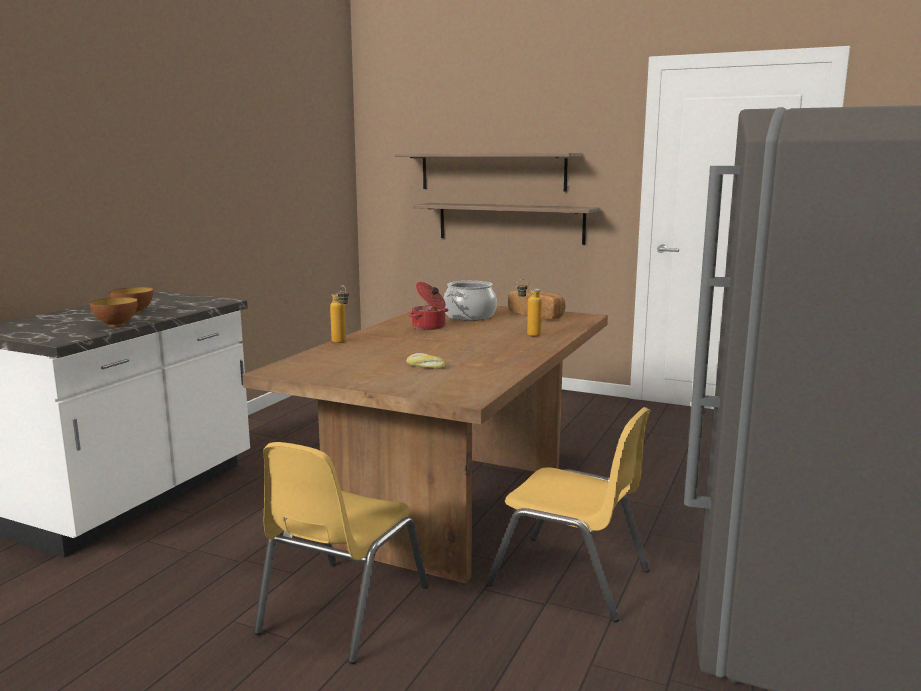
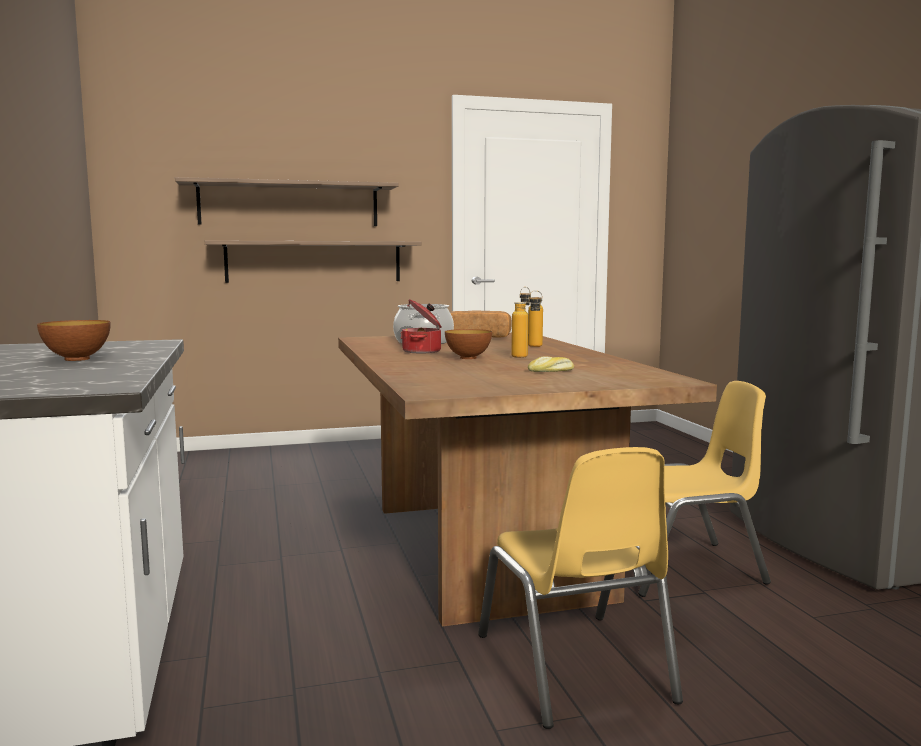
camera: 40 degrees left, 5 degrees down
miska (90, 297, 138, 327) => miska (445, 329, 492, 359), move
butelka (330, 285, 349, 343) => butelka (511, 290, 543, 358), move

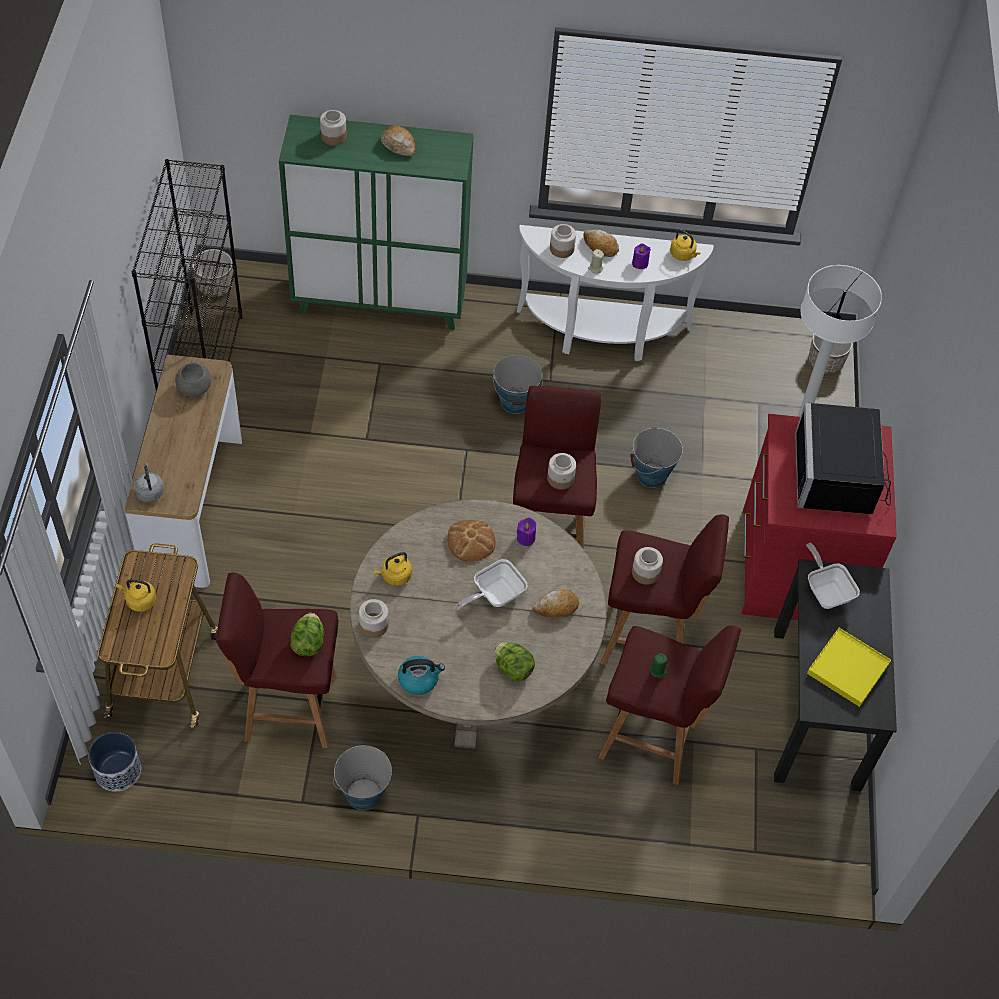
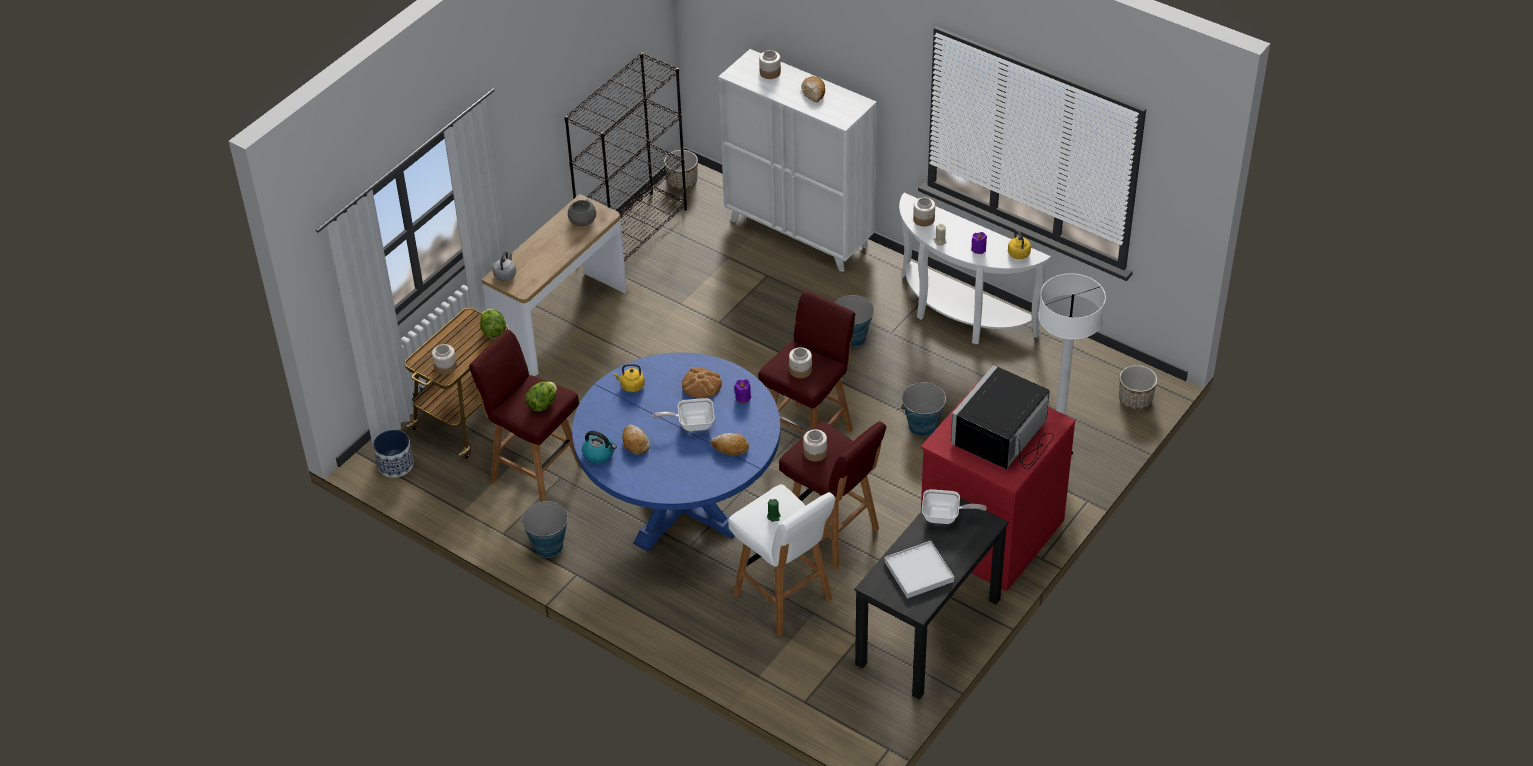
camera: 35 degrees right, 10 degrees down
czajnik [żółty] (116, 579, 156, 612) => nothing
szafka [zielony] (279, 115, 474, 330) => szafka [biały] (718, 49, 877, 272)
stół jadalny [beżowy] (350, 499, 607, 749) => stół jadalny [niebieski] (572, 352, 780, 552)
słoik (359, 599, 388, 638) => słoik (432, 344, 457, 375), move
sałata (494, 642, 535, 682) => sałata (480, 309, 506, 338), move
chleb (583, 229, 619, 257) => chleb (622, 425, 650, 455), move
stołek [czerwony] (599, 625, 741, 785) => stołek [biały] (728, 484, 836, 636)
patelnia (806, 543, 860, 609) => patelnia (922, 489, 987, 524), 90 degrees clockwise
taca [żółty] (807, 628, 891, 707) => taca [biały] (885, 541, 954, 599)

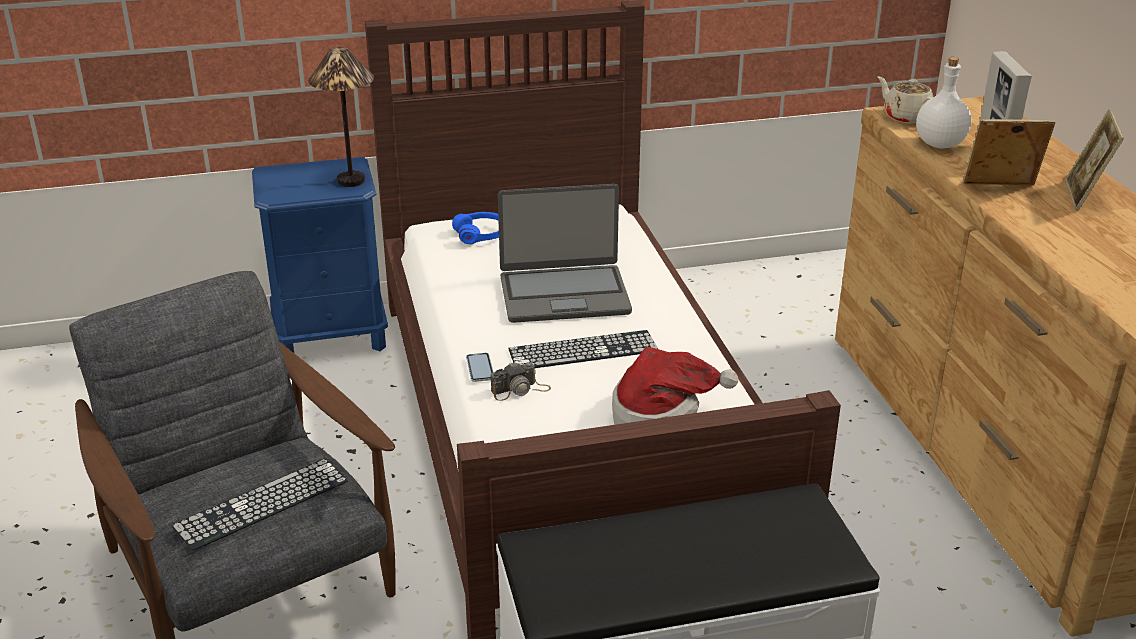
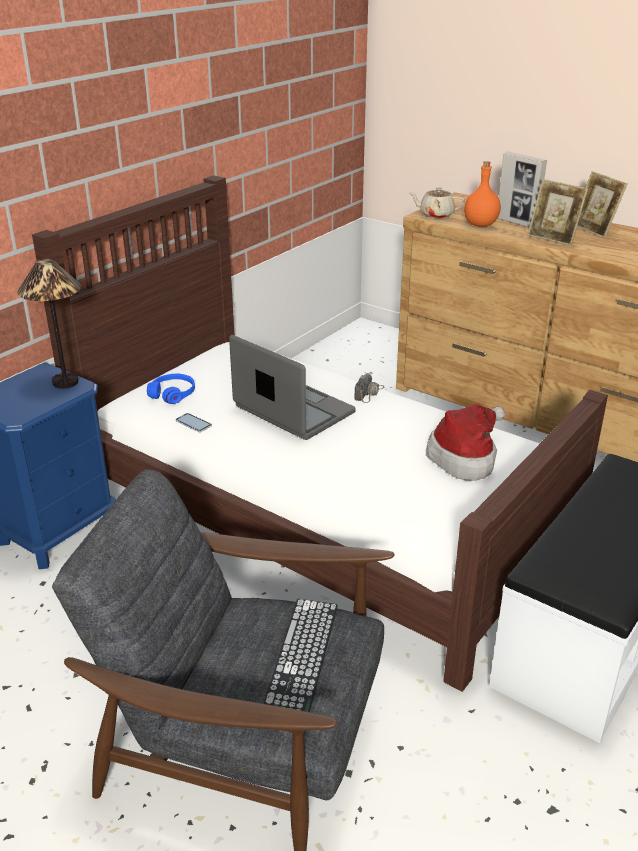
camera: 40 degrees left, 0 degrees up
telefon (466, 353, 493, 382) => telefon (176, 413, 212, 432), move
aparat fotograficzny (491, 362, 551, 401) => aparat fotograficzny (354, 373, 384, 403), move
laptop (498, 184, 632, 323) => laptop (229, 335, 356, 440), 90 degrees counterclockwise
klawiatura (508, 330, 658, 368) => nothing
butelka [biały] (916, 57, 972, 148) => butelka [pomarańczowy] (464, 161, 501, 227)
ramka na zdjęcie (963, 119, 1056, 185) => ramka na zdjęcie (527, 179, 588, 246), 105 degrees counterclockwise

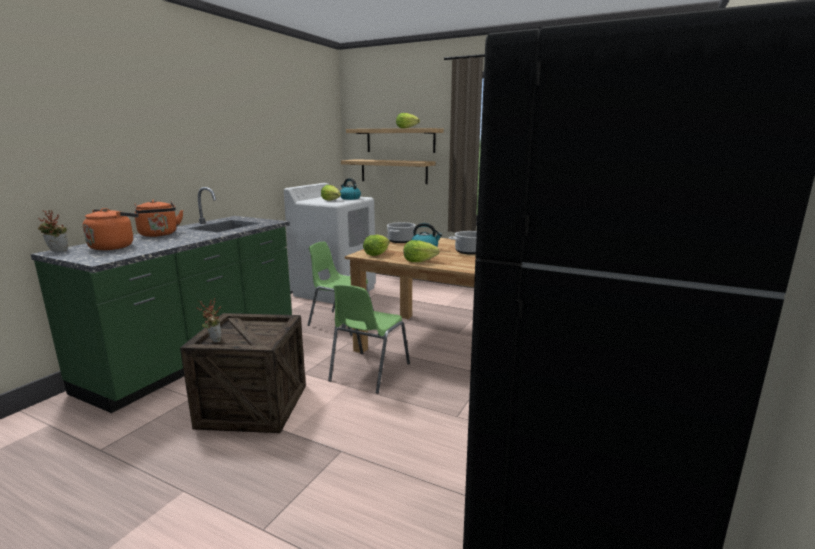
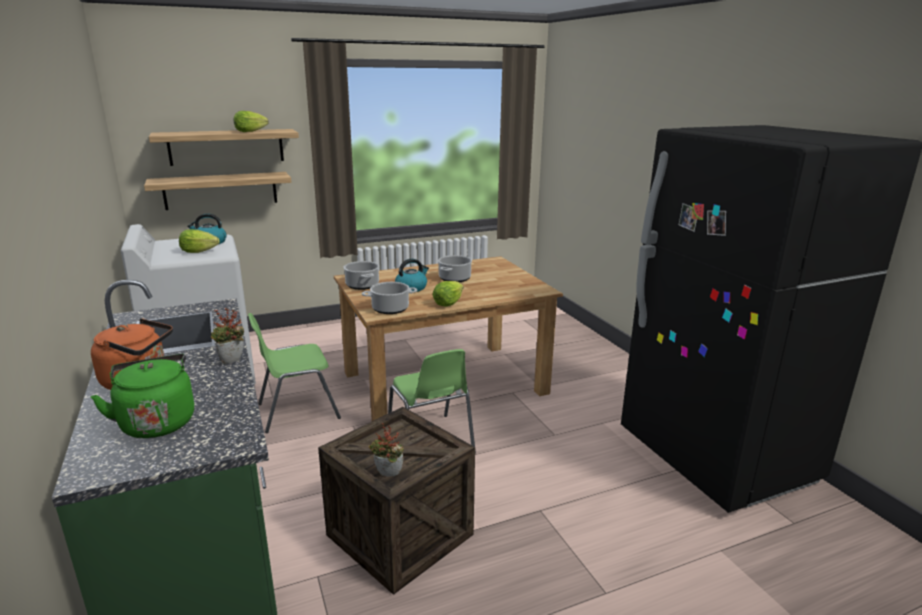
camera: 50 degrees left, 5 degrees up
roślina doniczkowa (38, 210, 68, 252) => roślina doniczkowa (211, 308, 244, 364), move
czajnik [pomarańczowy] (83, 208, 139, 250) => czajnik [zielony] (91, 354, 194, 438)
sałata (363, 235, 390, 256) => garnek (362, 282, 418, 314)

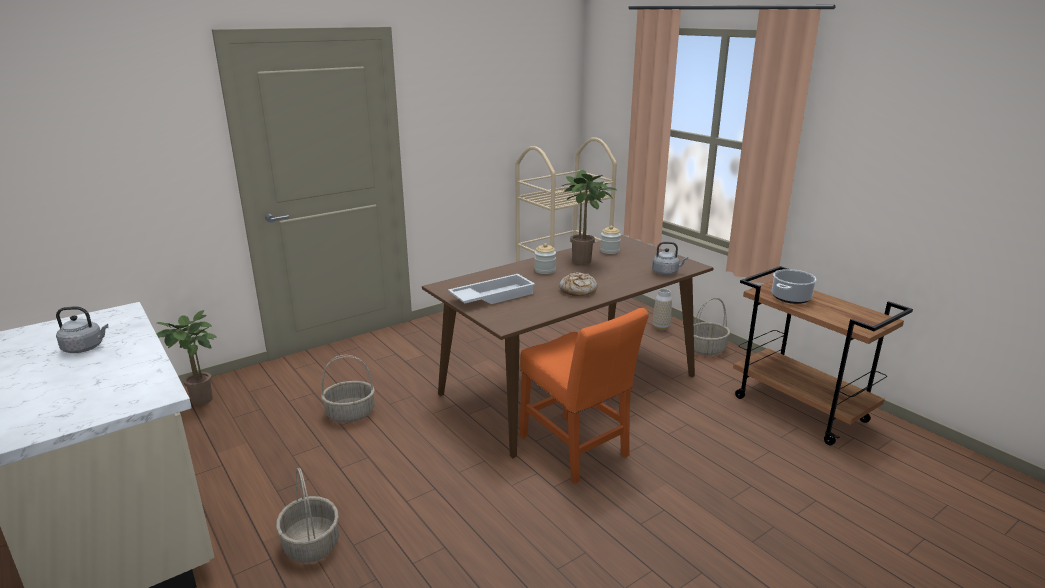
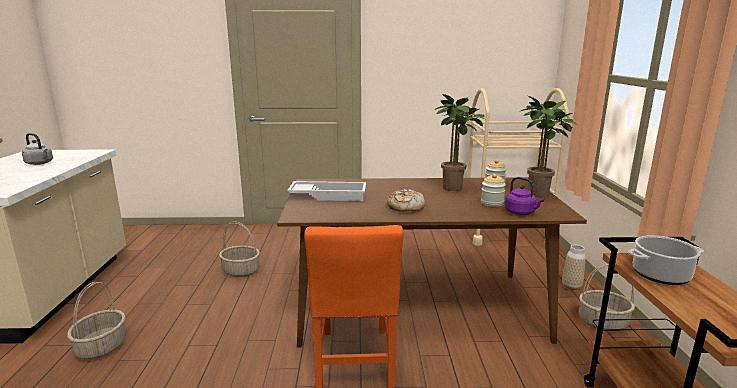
camera: 35 degrees right, 5 degrees down
roślina doniczkowa (157, 310, 217, 405) => roślina doniczkowa (519, 96, 578, 198), move
słoik (535, 243, 556, 274) => słoik (481, 174, 506, 207), move
czajnik [szary] (652, 242, 688, 275) => czajnik [fioletowy] (505, 177, 545, 215)

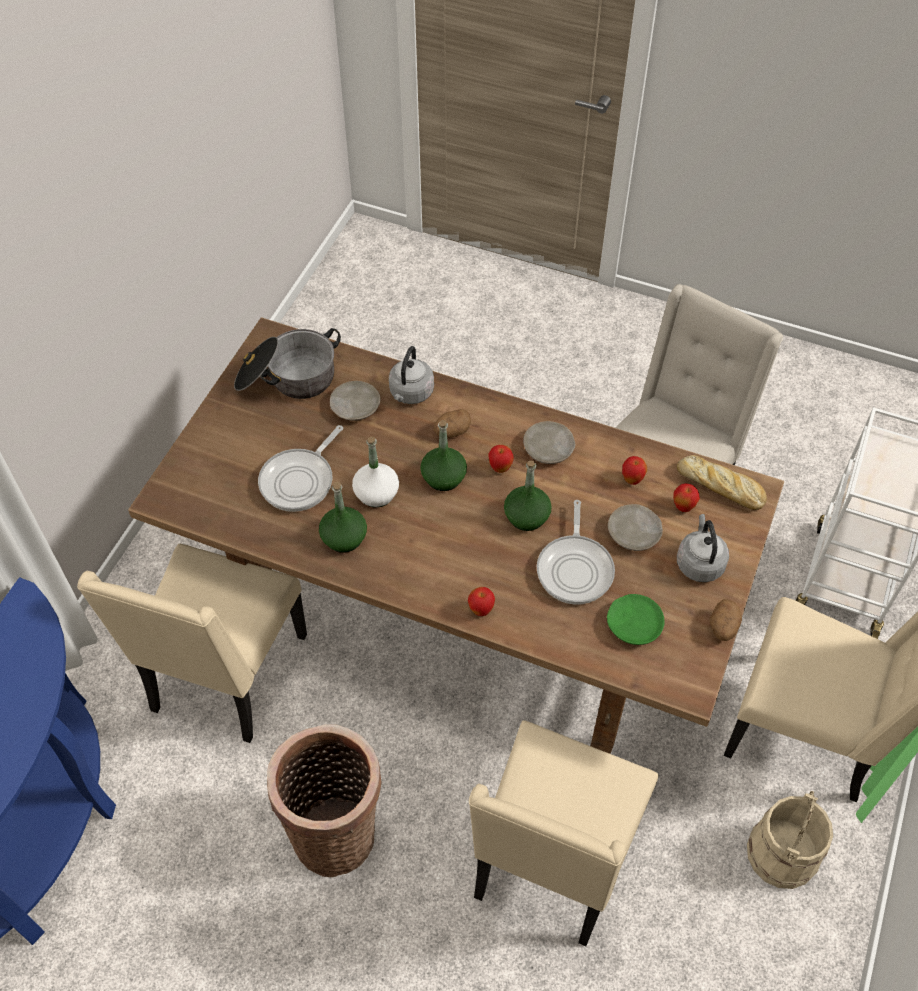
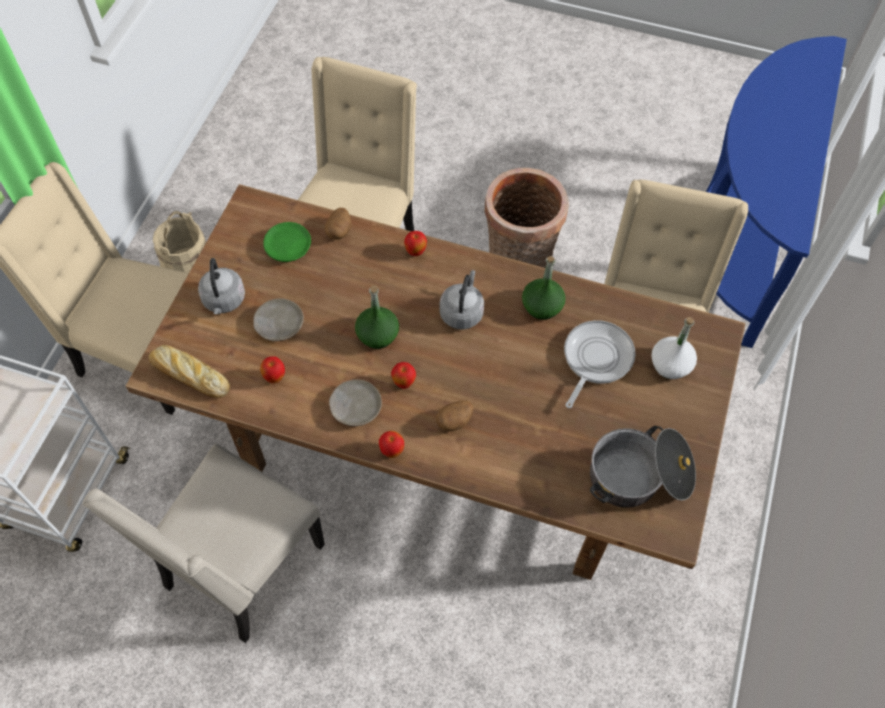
camera: 175 degrees right, 5 degrees up
talerz [beżowy] (330, 381, 380, 421) => nothing
butelka [biały] (352, 437, 399, 507) => butelka [biały] (651, 317, 697, 379), move
czajnik [szary] (389, 346, 434, 404) => czajnik [szary] (439, 270, 484, 330), move
butelka [zielony] (420, 420, 467, 491) => nothing
patelnia (537, 500, 615, 605) => nothing
jabłko (673, 483, 700, 512) => jabłko (379, 431, 404, 458), move
ziemniak (709, 599, 742, 641) => ziemniak (325, 207, 352, 240), move

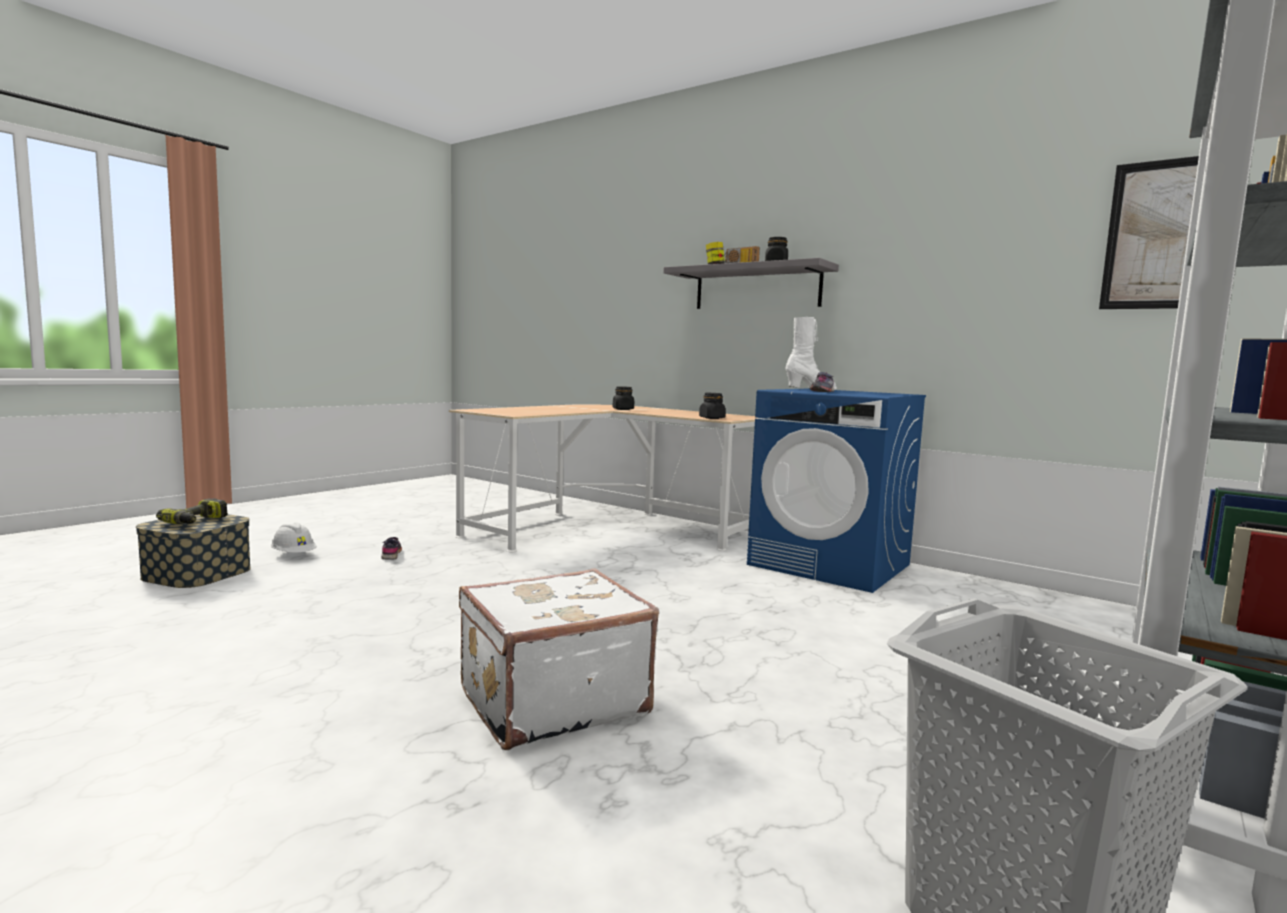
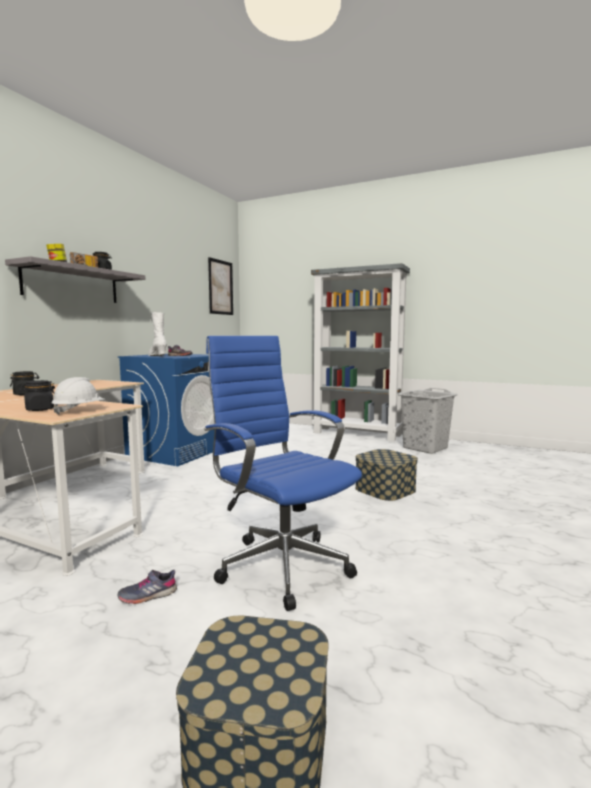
camera: 100 degrees left, 0 degrees up
wiertarka (156, 498, 228, 524) => nothing
kask [biały] (271, 523, 317, 553) => kask [biały] (51, 377, 105, 415), move
walizka [biały] (459, 568, 659, 750) => pojemnik do przechowywania (355, 449, 418, 501)
słoik [czarny] (699, 393, 726, 419) => słoik [czarny] (19, 380, 55, 411), move
nothing => krzesło biurowe [niebieski] (204, 336, 362, 611)

